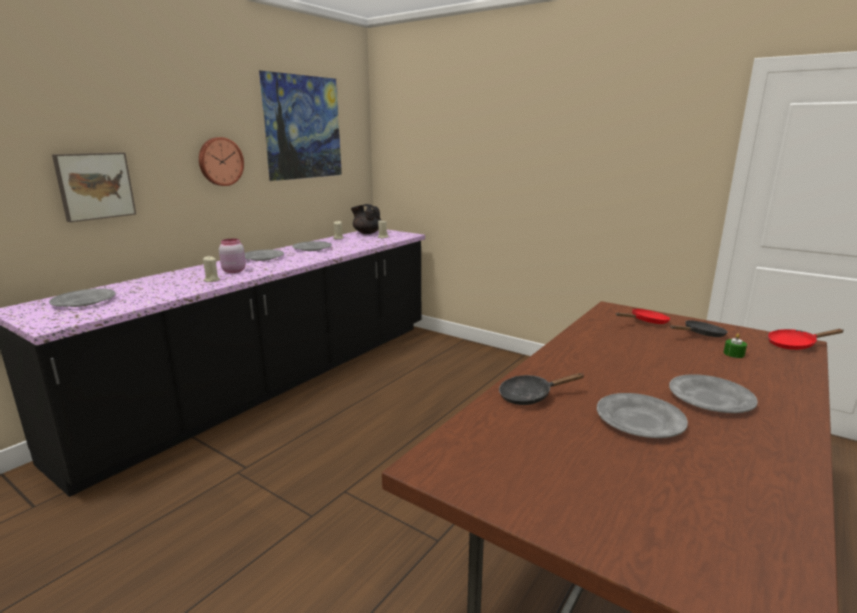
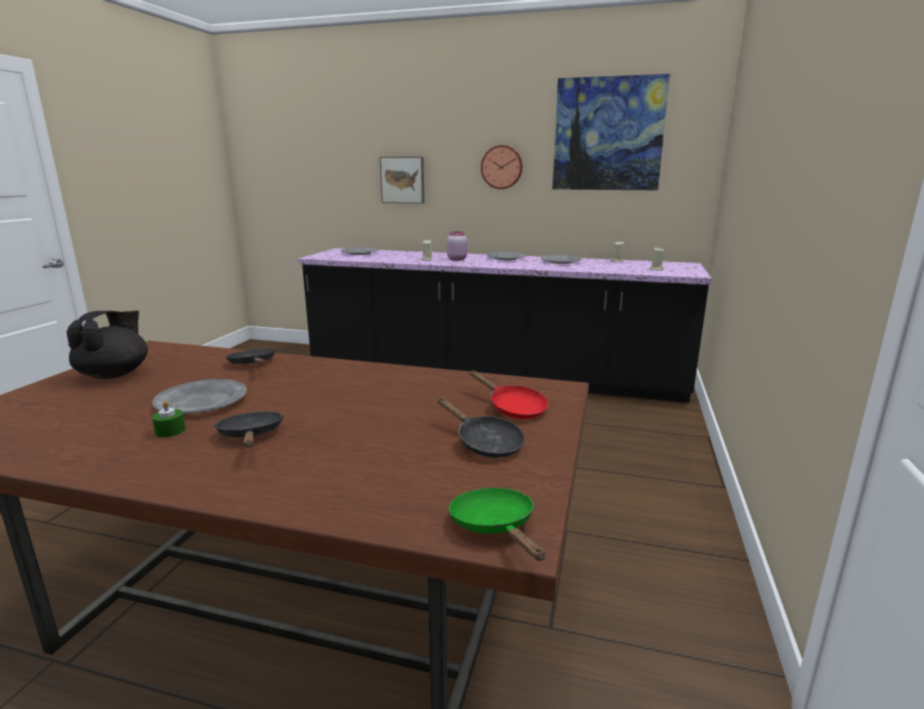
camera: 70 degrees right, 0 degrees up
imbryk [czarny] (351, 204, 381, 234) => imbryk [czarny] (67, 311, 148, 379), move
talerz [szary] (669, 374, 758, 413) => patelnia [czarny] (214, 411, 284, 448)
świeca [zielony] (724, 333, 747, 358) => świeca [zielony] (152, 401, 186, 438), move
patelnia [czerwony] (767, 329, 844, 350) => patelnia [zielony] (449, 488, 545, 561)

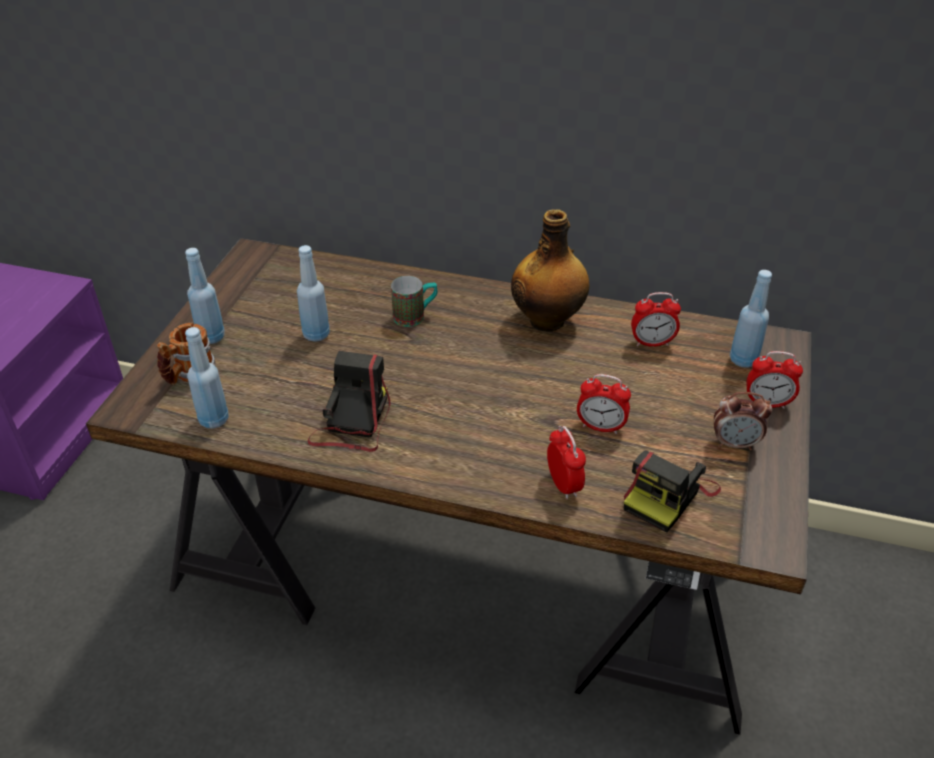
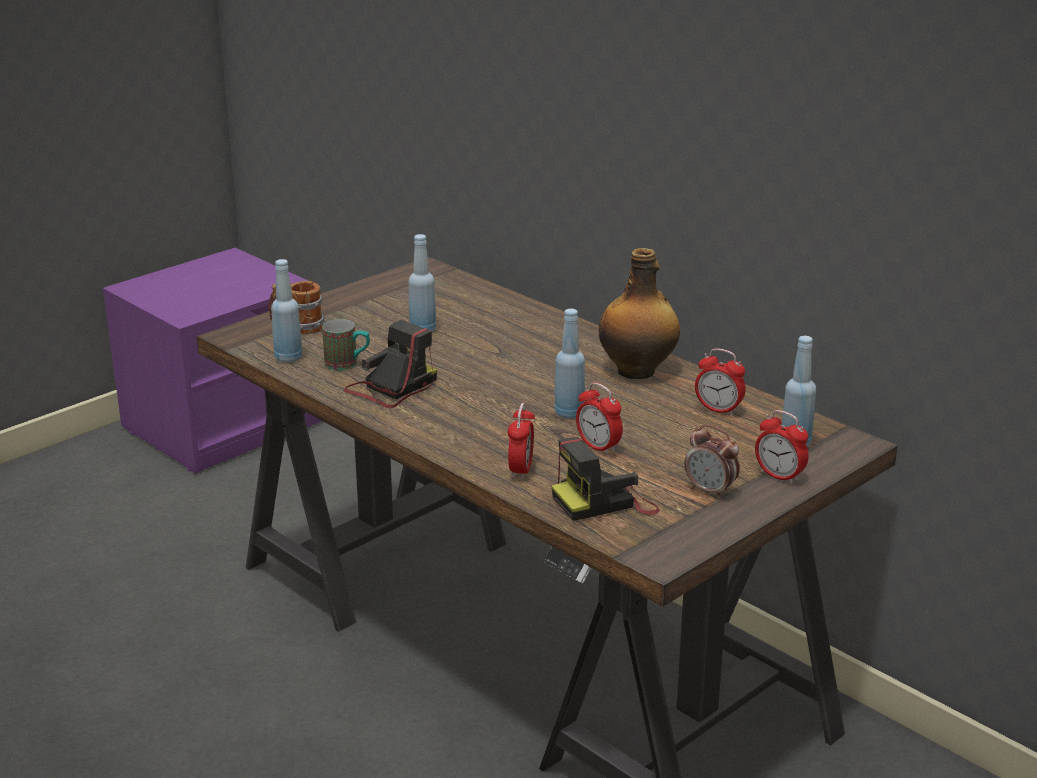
camera: 30 degrees right, 15 degrees down
butelka [niebieski] (185, 248, 225, 344) => butelka [niebieski] (554, 309, 585, 419), move
kubek (391, 276, 437, 327) => kubek (322, 319, 370, 371), move

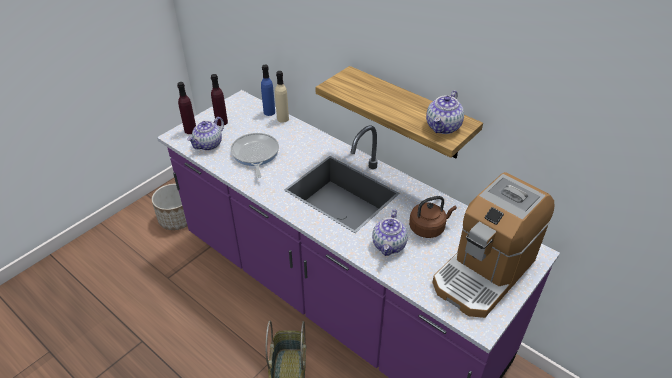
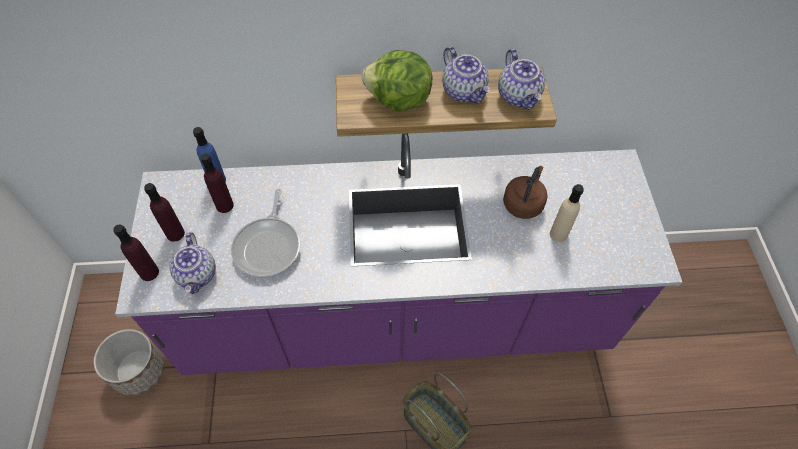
camera: 45 degrees left, 15 degrees up
patelnia (231, 133, 279, 178) => patelnia (231, 189, 300, 279), 120 degrees counterclockwise
butelka [beżowy] (275, 71, 289, 123) => butelka [beżowy] (550, 184, 584, 242), move
imbryk (372, 209, 408, 256) => imbryk (443, 46, 491, 103), move
ekspres do kawy (432, 172, 554, 318) => nothing
nothing => butelka [fioletowy] (201, 153, 234, 213)
nothing => sałata (362, 50, 432, 111)

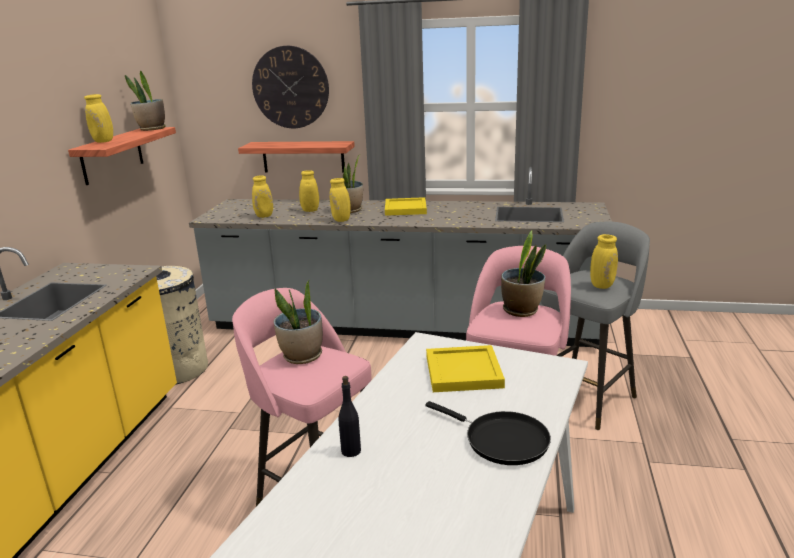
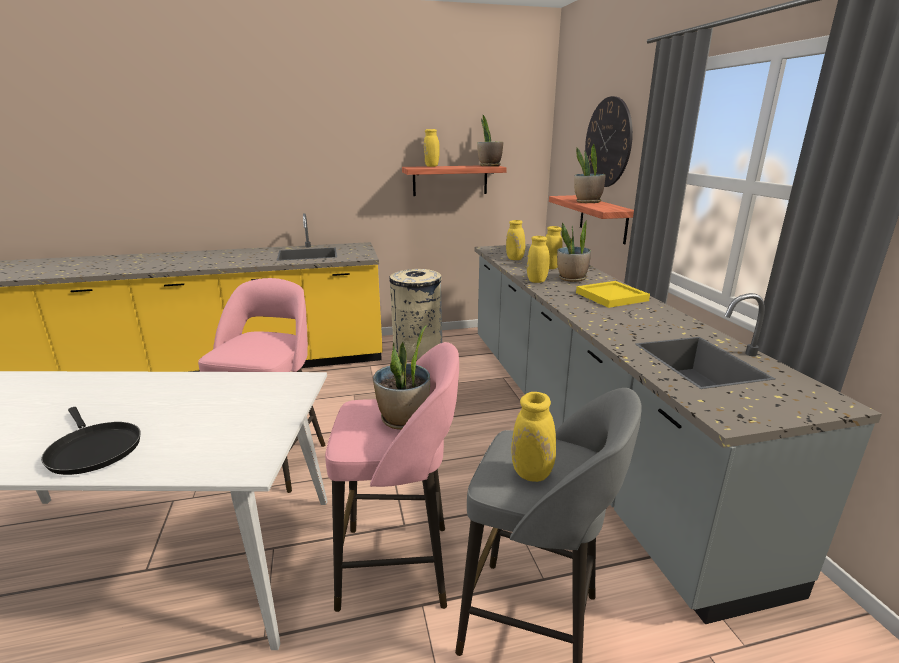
camera: 65 degrees right, 0 degrees up
roślina doniczkowa (273, 279, 323, 364) => roślina doniczkowa (574, 144, 606, 203), move
butelka [czarny] (338, 376, 361, 457) => nothing
patelnia [czarny] (425, 401, 551, 465) => patelnia [czarny] (41, 407, 140, 475), 60 degrees counterclockwise
taca [żółty] (426, 345, 505, 392) => nothing

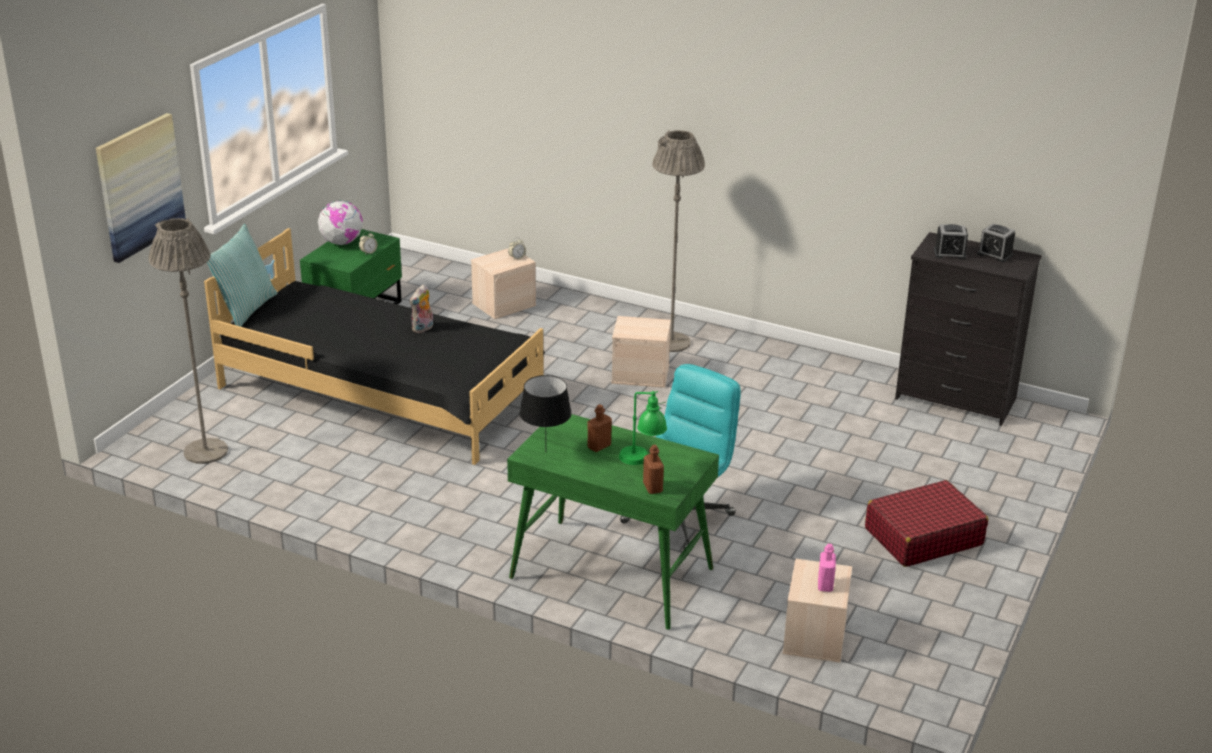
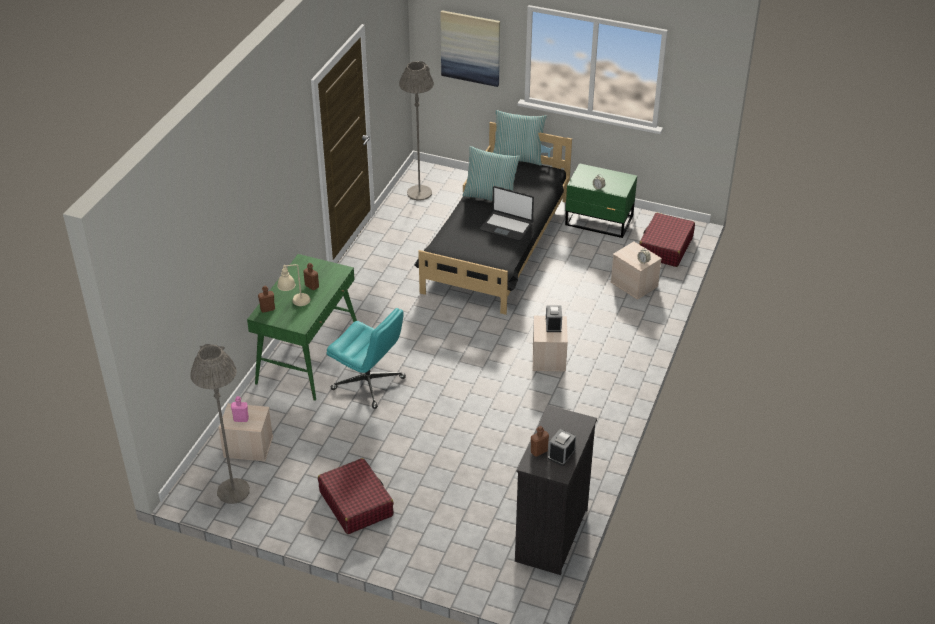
camera: 85 degrees right, 10 degrees up
globus (318, 201, 363, 245) => nothing
pluszak (410, 284, 433, 333) => laptop (480, 186, 534, 241)
lampa stołowa [czarny] (520, 375, 572, 443) => nothing
lampa stołowa [zielony] (619, 391, 667, 465) => lampa stołowa [beżowy] (277, 264, 310, 306)
lampa stojąca [szary] (652, 130, 705, 352) => lampa stojąca [szary] (190, 344, 250, 504), move
budzik (934, 224, 968, 260) => budzik (546, 305, 562, 332), move
nothing => poduszka (462, 146, 520, 201)
nothing => butelka [brązowy] (531, 426, 549, 457)
nothing => walizka [czerwony] (639, 213, 695, 267)

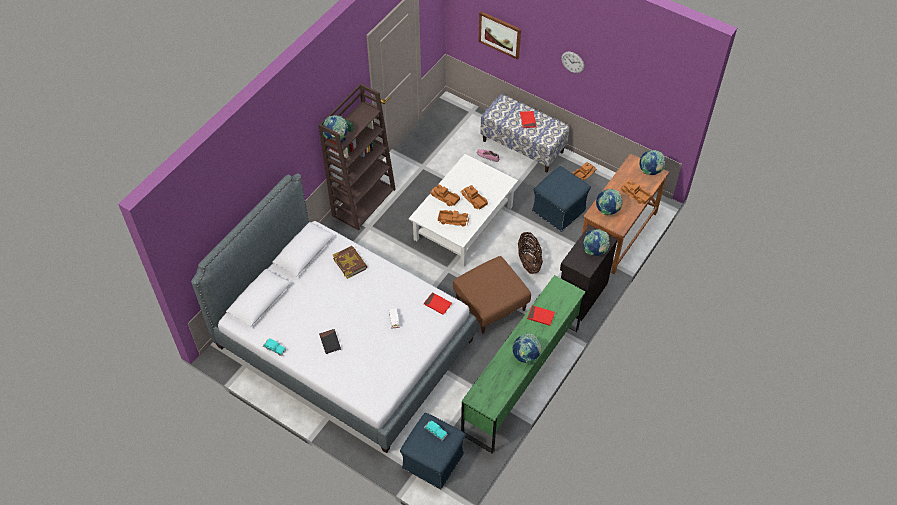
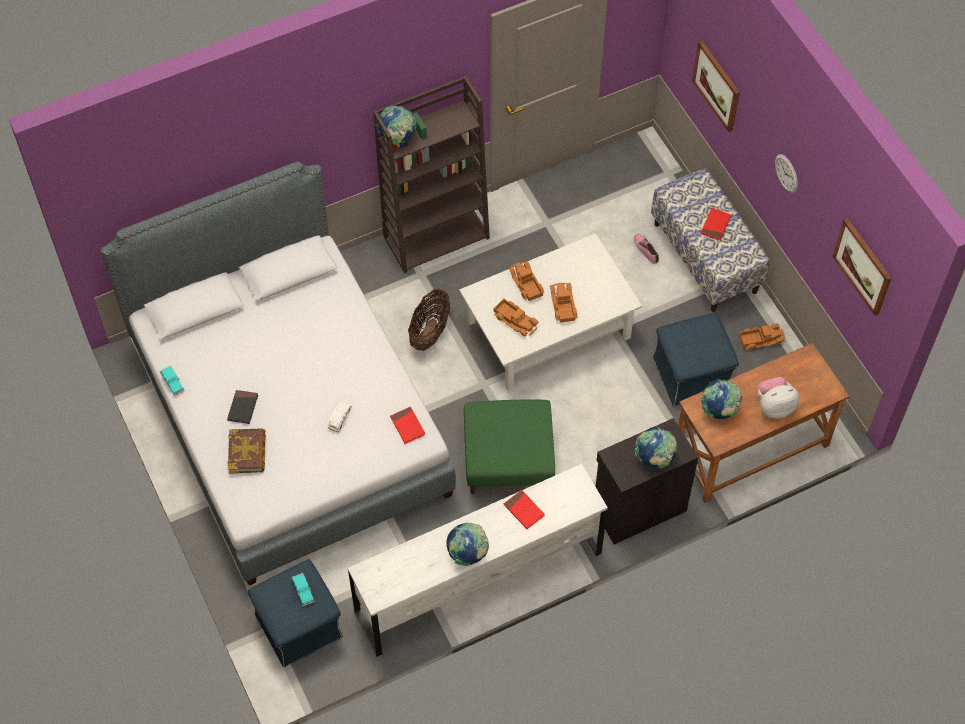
camera: 30 degrees right, 5 degrees up
książka (333, 246, 367, 279) => książka (227, 428, 266, 474), move
pufa [brązowy] (453, 256, 531, 333) => pufa [zielony] (464, 400, 555, 494)
komoda [zielony] (461, 275, 586, 453) => komoda [biały] (348, 464, 608, 657)
koszyk (518, 232, 543, 274) => koszyk (408, 289, 451, 351), move
ciężarówka zabawkowa (621, 180, 652, 204) => pluszak (758, 377, 799, 419)
globus (640, 150, 665, 175) => nothing
nothing => obraz (832, 218, 891, 316)

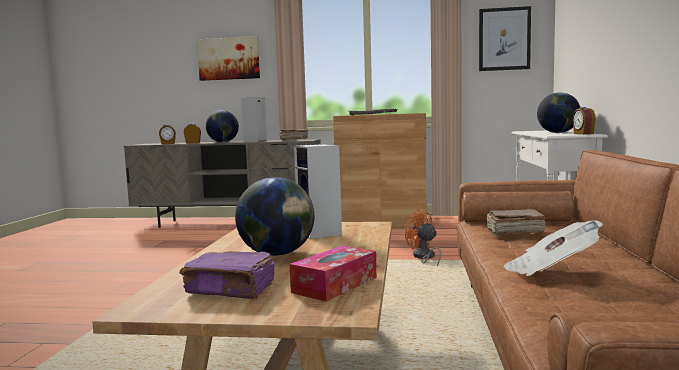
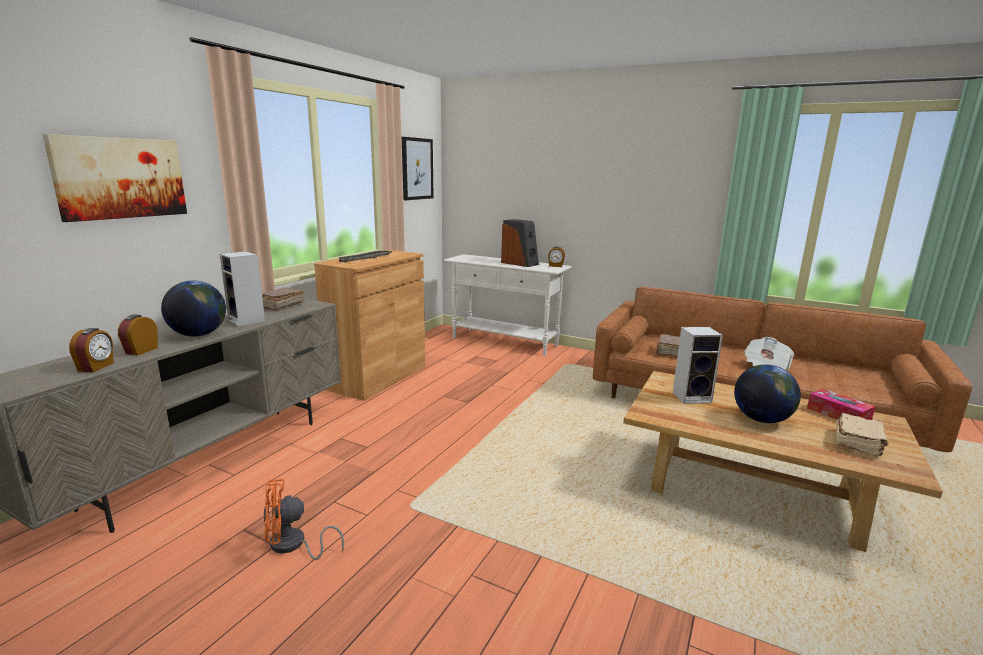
camera: 70 degrees left, 10 degrees up
książka [fioletowy] (180, 251, 275, 299) => książka [beżowy] (836, 413, 888, 456)
wentylator [pomarańczowy] (405, 209, 441, 266) => wentylator [pomarańczowy] (263, 479, 344, 560), move
globus (537, 92, 580, 133) => głośnik (501, 219, 539, 267)

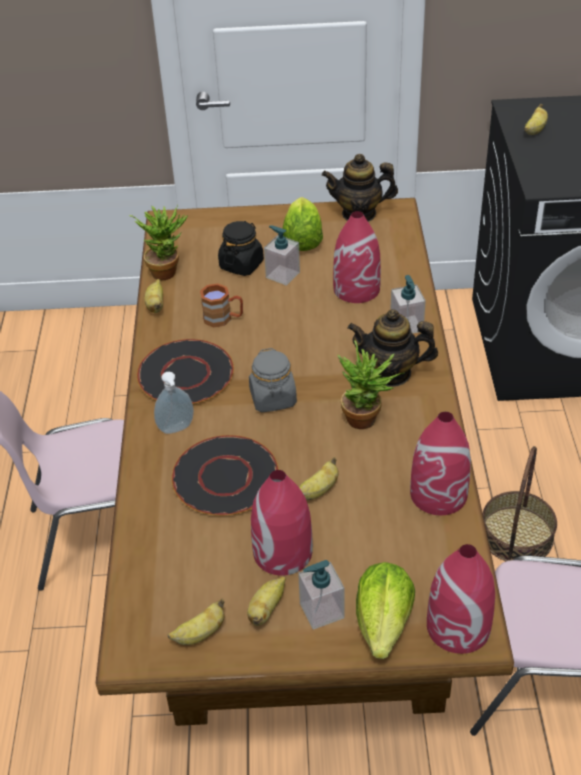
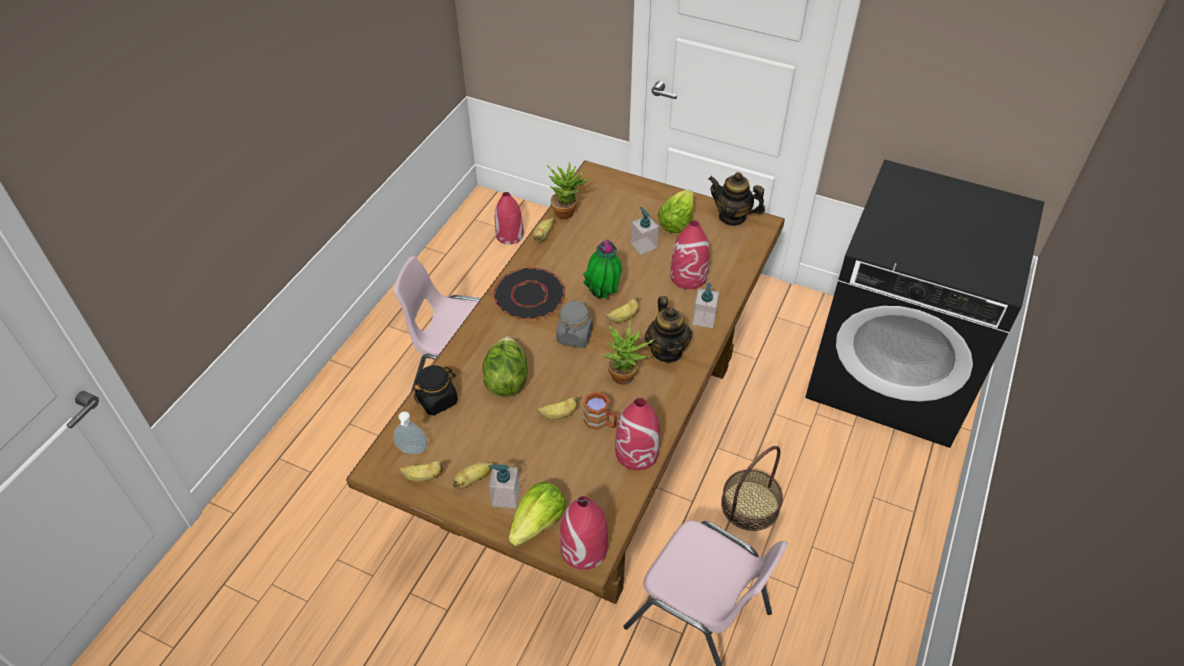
camera: 25 degrees right, 5 degrees up
dozownik mydła (154, 372, 194, 434) => dozownik mydła (393, 412, 427, 454), move
talerz [czarny] (172, 435, 279, 516) => sałata (483, 336, 528, 397)
kubek [brązowy] (200, 283, 243, 327) => kubek [brązowy] (583, 392, 617, 430), move
słoik [czarny] (218, 221, 264, 276) => słoik [czarny] (413, 365, 458, 415), move
wazon [czerwony] (251, 470, 313, 575) => wazon [czerwony] (494, 192, 524, 245), move
imbryk (348, 309, 438, 387) => imbryk (645, 296, 692, 363), 135 degrees counterclockwise
banan (524, 104, 548, 135) => banan (606, 297, 639, 323), move
nothing => roślina doniczkowa (583, 239, 621, 300)

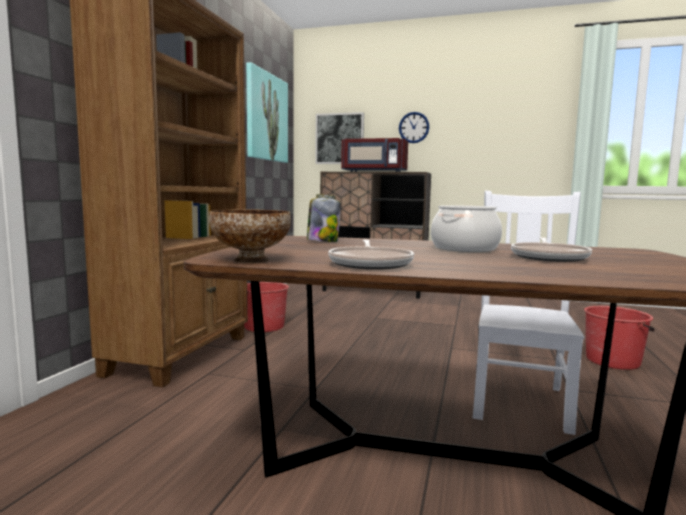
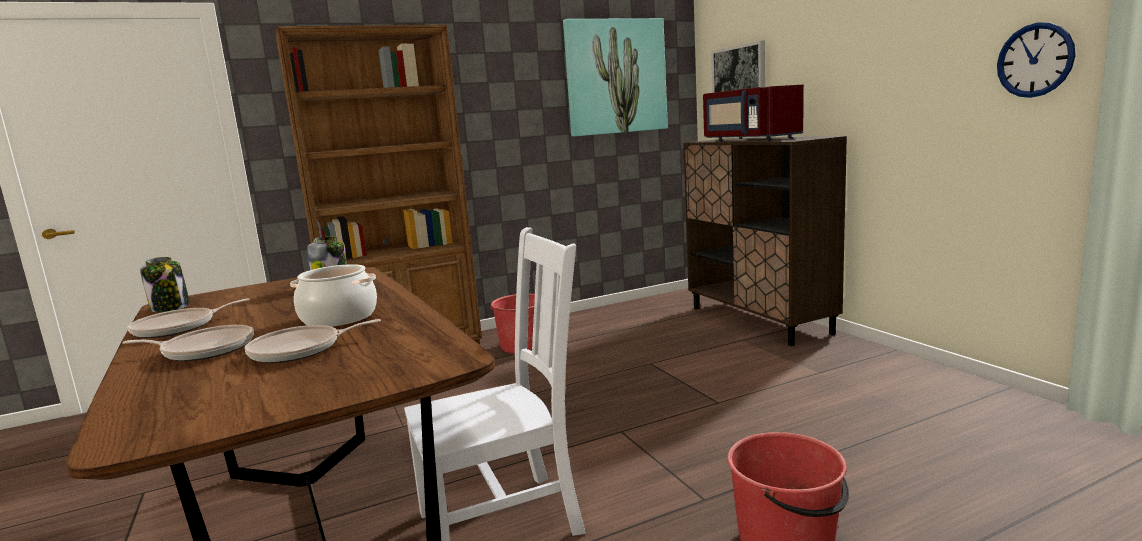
camera: 50 degrees right, 5 degrees up
miska (209, 209, 291, 263) => słoik (140, 257, 190, 313)
zegar ścienny (399, 112, 429, 143) => zegar ścienny (997, 23, 1075, 98), move
nothing => patelnia (122, 325, 254, 361)

